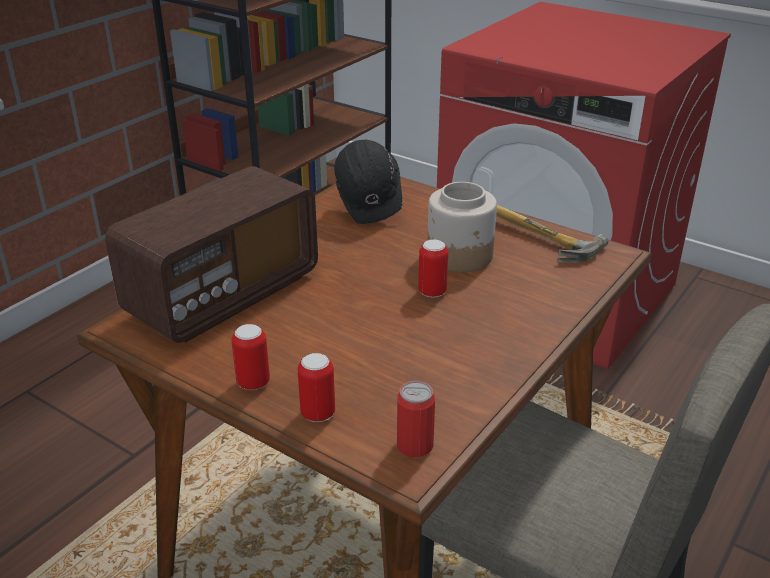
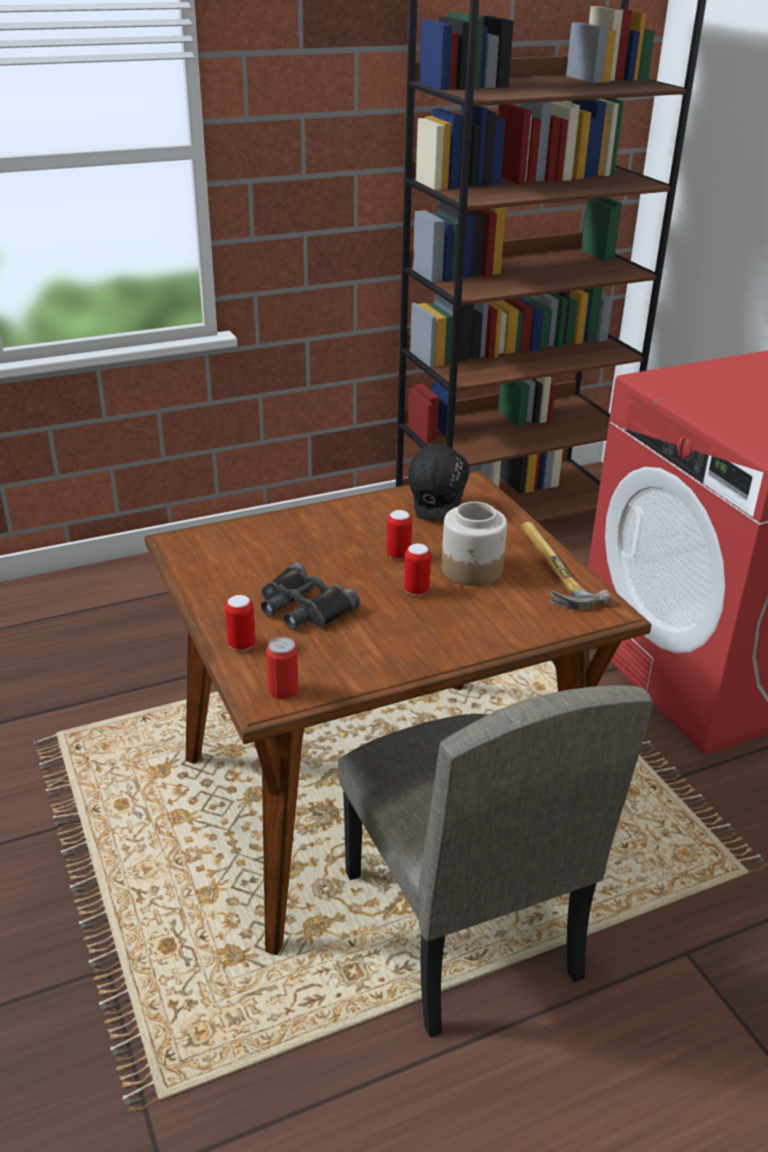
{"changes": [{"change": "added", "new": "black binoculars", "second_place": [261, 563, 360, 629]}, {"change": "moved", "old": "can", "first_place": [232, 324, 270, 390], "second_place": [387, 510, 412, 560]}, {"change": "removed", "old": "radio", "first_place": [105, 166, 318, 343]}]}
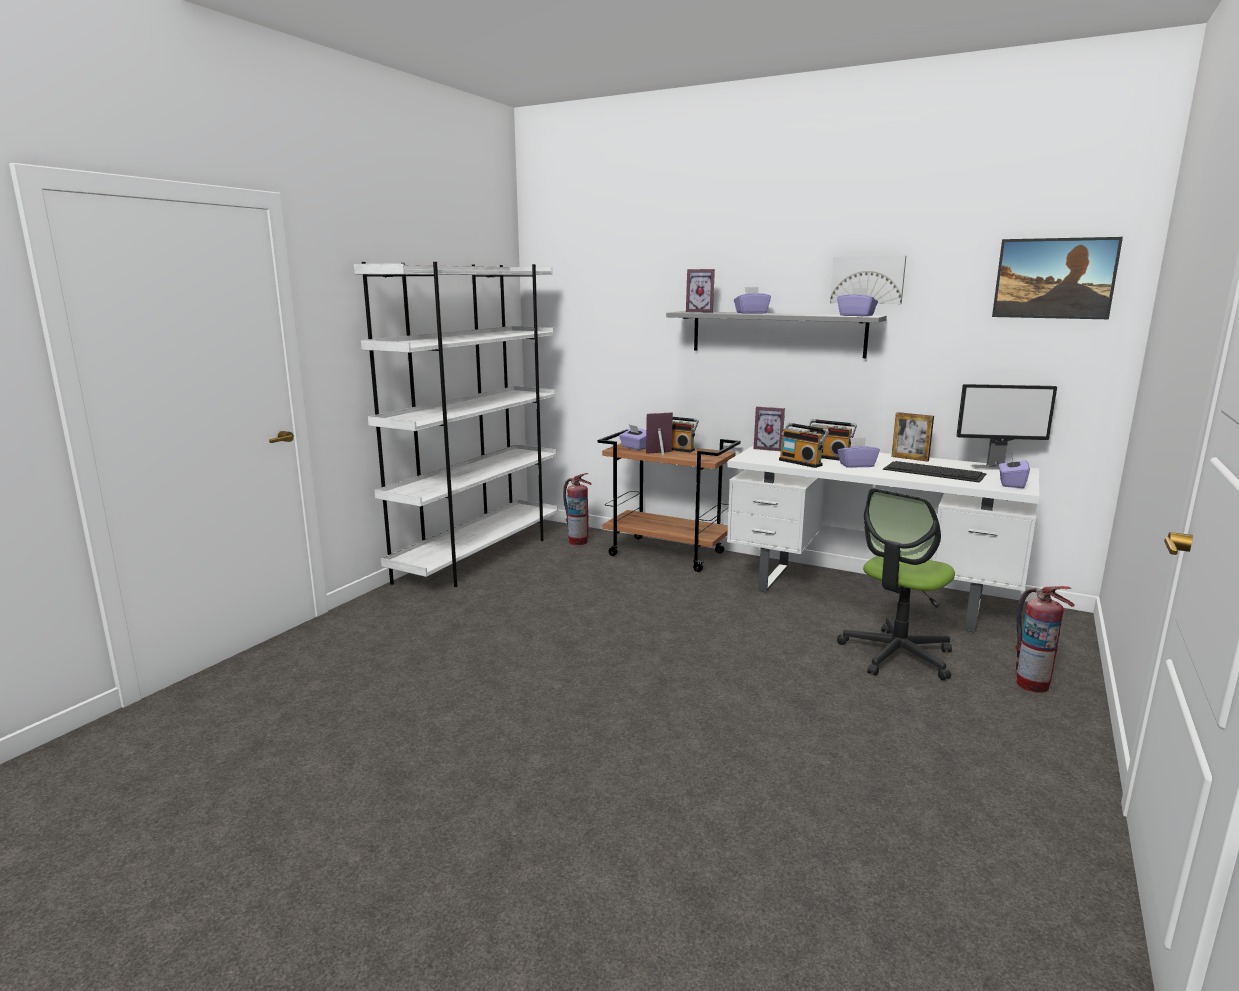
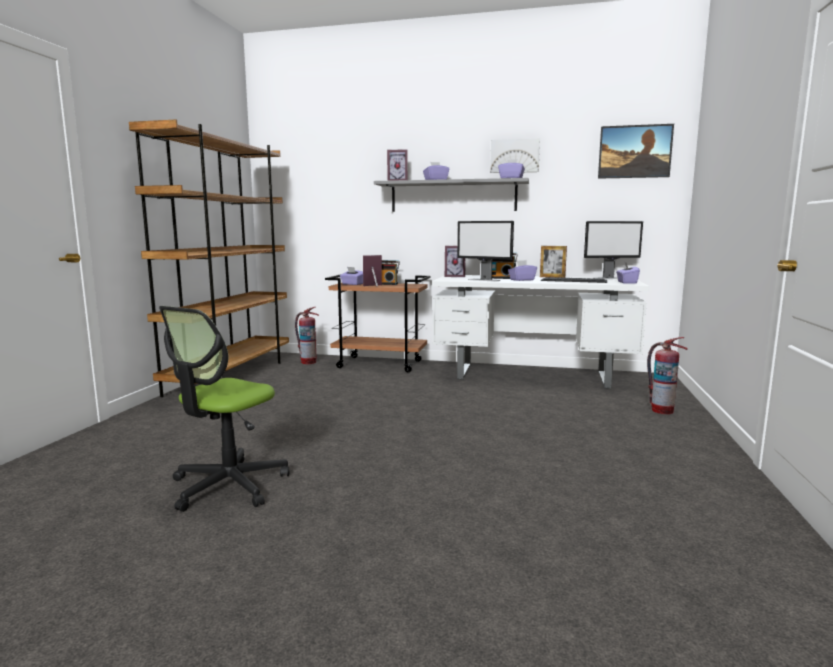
{"changes": [{"change": "recoloured", "old": "white bookcase", "new": "brown bookcase", "first_place": [354, 262, 558, 587], "second_place": [129, 119, 289, 397]}, {"change": "moved", "old": "office chair", "first_place": [837, 488, 955, 680], "second_place": [159, 306, 290, 512]}, {"change": "replaced", "old": "radio", "new": "monitor", "first_place": [779, 423, 829, 468], "second_place": [457, 221, 514, 282]}]}
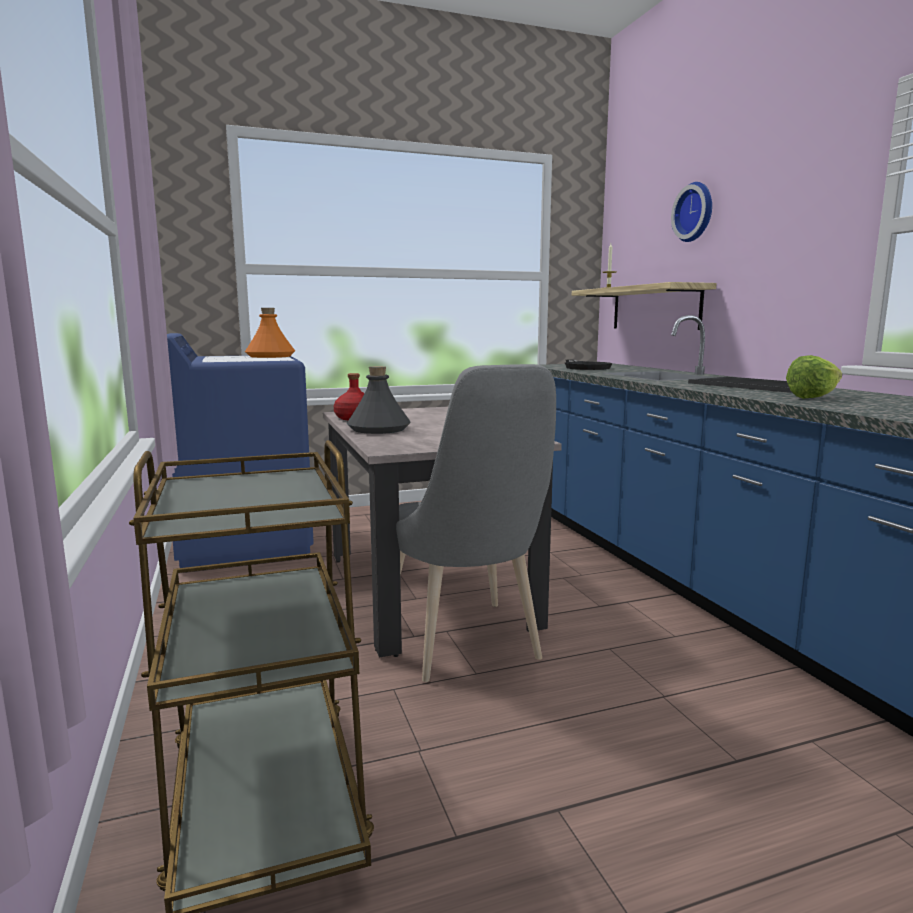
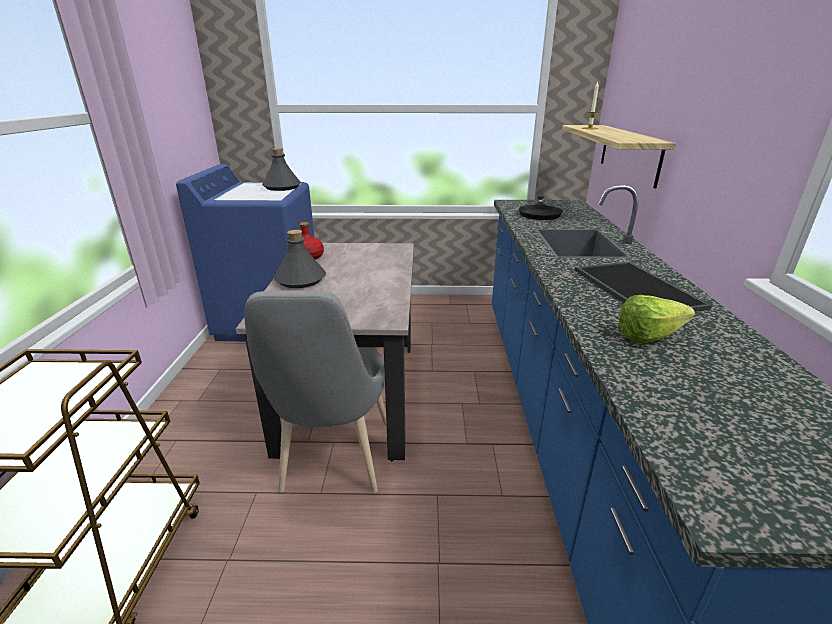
{"changes": [{"change": "recoloured", "old": "orange bottle", "new": "grey bottle", "first_place": [245, 308, 295, 358], "second_place": [262, 148, 301, 191]}, {"change": "removed", "old": "wall clock", "first_place": [671, 182, 712, 242]}]}
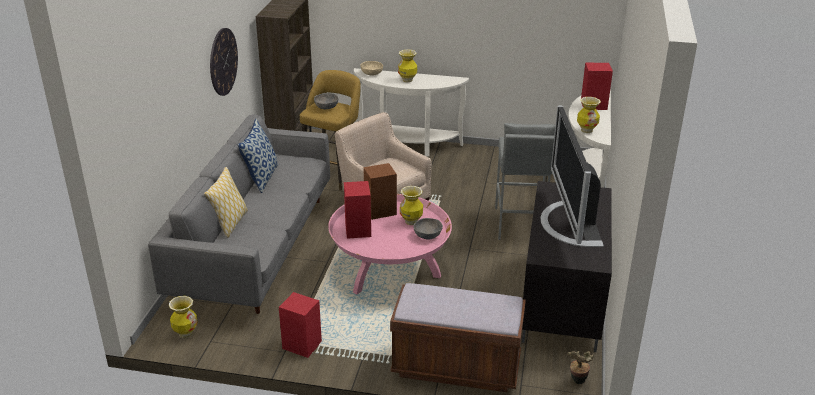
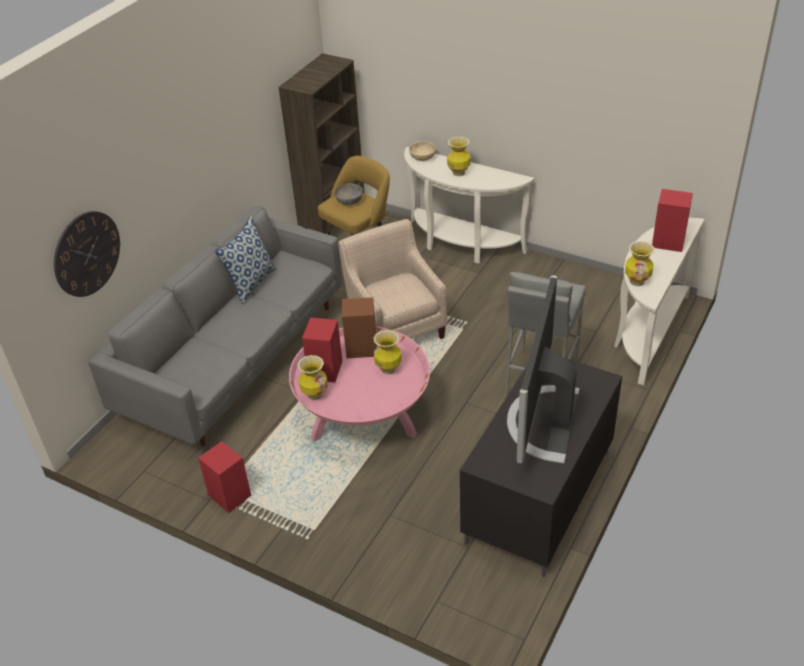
{"changes": [{"change": "moved", "old": "wall clock", "first_place": [210, 28, 238, 96], "second_place": [54, 211, 120, 297]}, {"change": "moved", "old": "vase", "first_place": [168, 296, 197, 338], "second_place": [297, 355, 328, 400]}, {"change": "removed", "old": "pillow", "first_place": [204, 167, 248, 238]}, {"change": "removed", "old": "brown bench", "first_place": [390, 283, 526, 392]}, {"change": "removed", "old": "grey bowl", "first_place": [413, 218, 443, 240]}, {"change": "removed", "old": "potted plant", "first_place": [567, 351, 594, 384]}]}
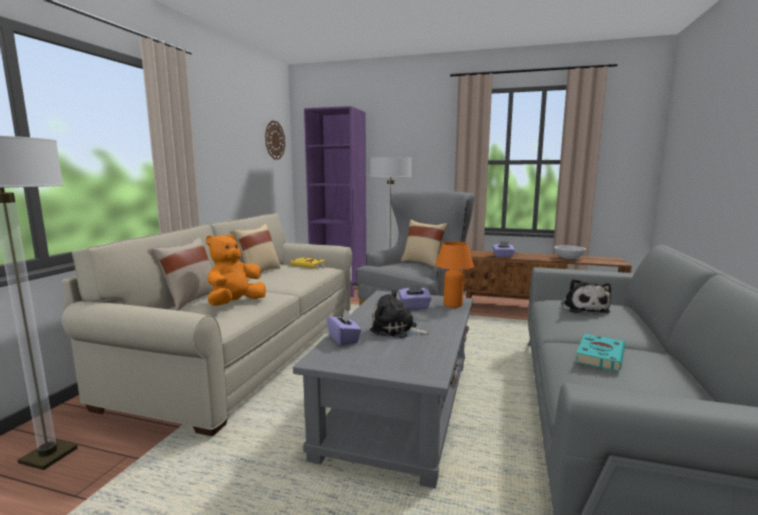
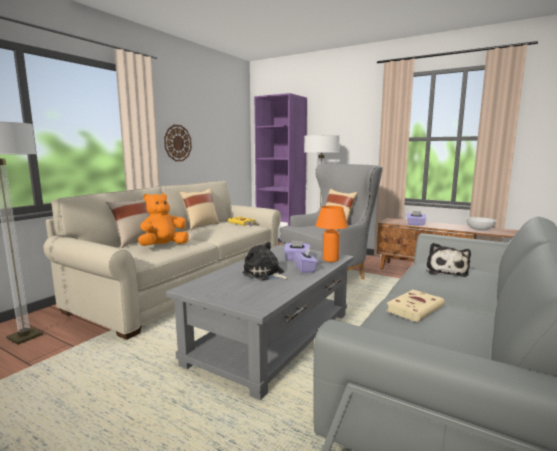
{"changes": [{"change": "moved", "old": "wall clock", "first_place": [265, 120, 285, 160], "second_place": [164, 125, 192, 161]}, {"change": "moved", "old": "purple tissue box", "first_place": [327, 310, 362, 346], "second_place": [294, 247, 318, 273]}, {"change": "recoloured", "old": "turquoise book", "new": "beige book", "first_place": [575, 334, 625, 371], "second_place": [386, 290, 445, 322]}]}
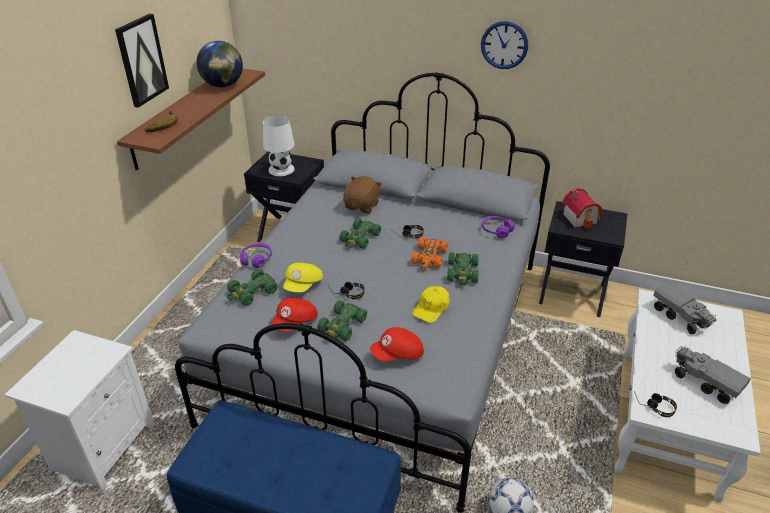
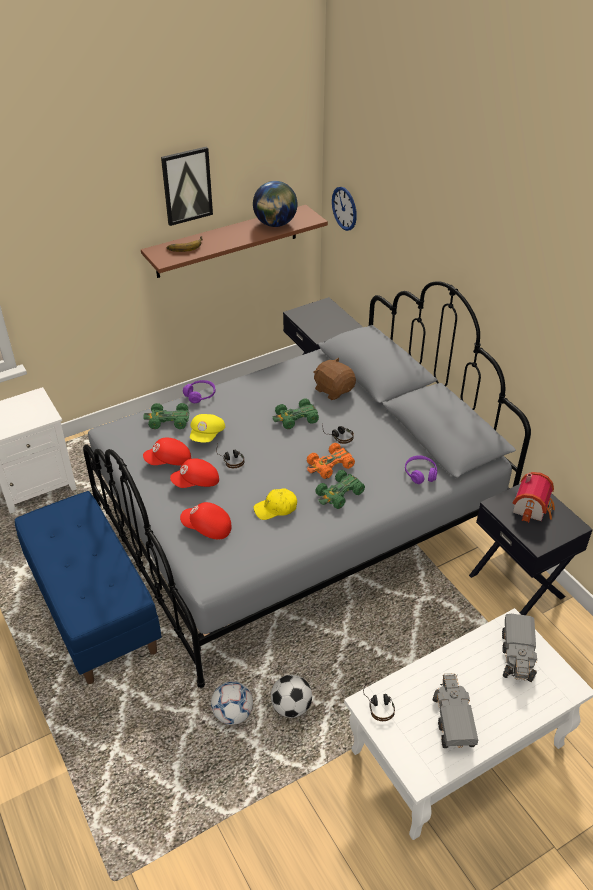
{"changes": [{"change": "replaced", "old": "green toy car", "new": "red cap", "first_place": [317, 300, 367, 341], "second_place": [170, 458, 219, 488]}, {"change": "turned", "old": "yellow cap", "first_place": [283, 263, 323, 292], "second_place": [190, 414, 225, 442], "degrees": -45}, {"change": "added", "new": "football", "second_place": [271, 675, 312, 718]}, {"change": "turned", "old": "brown plush toy", "first_place": [343, 176, 382, 214], "second_place": [313, 357, 356, 400], "degrees": -105}, {"change": "moved", "old": "wall clock", "first_place": [481, 21, 528, 69], "second_place": [332, 187, 357, 231]}, {"change": "removed", "old": "white table lamp", "first_place": [263, 116, 295, 176]}]}
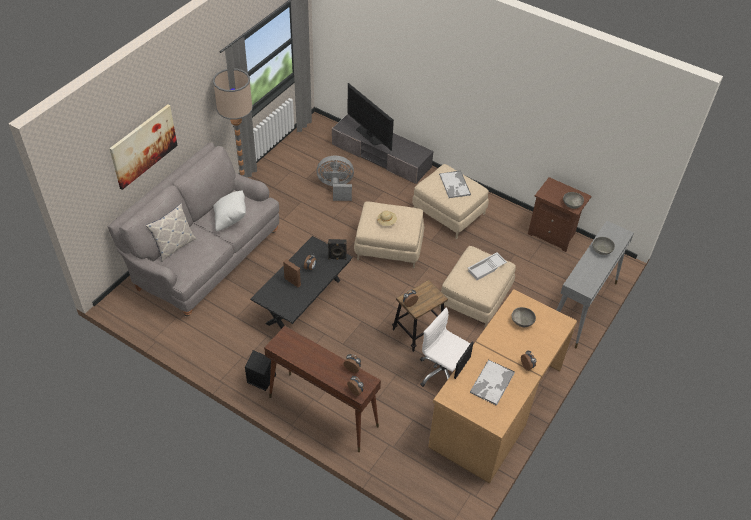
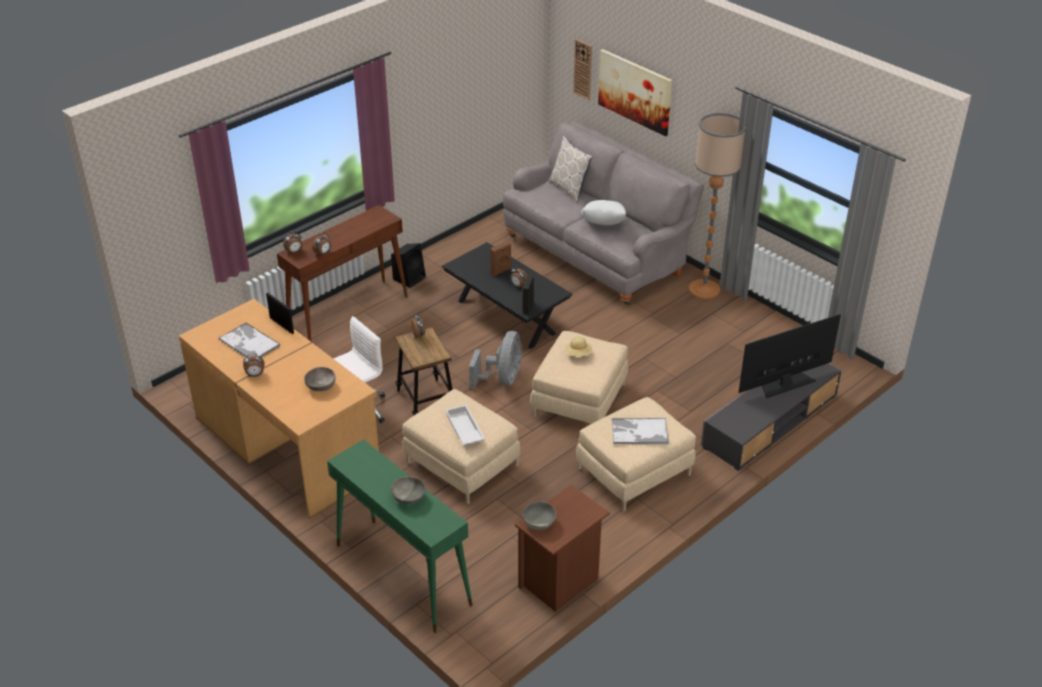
{"changes": [{"change": "recoloured", "old": "grey console table", "new": "green console table", "first_place": [557, 221, 634, 348], "second_place": [327, 439, 473, 633]}, {"change": "moved", "old": "grey fan", "first_place": [317, 156, 354, 201], "second_place": [469, 331, 522, 389]}, {"change": "added", "new": "wall clock", "second_place": [574, 39, 592, 100]}]}
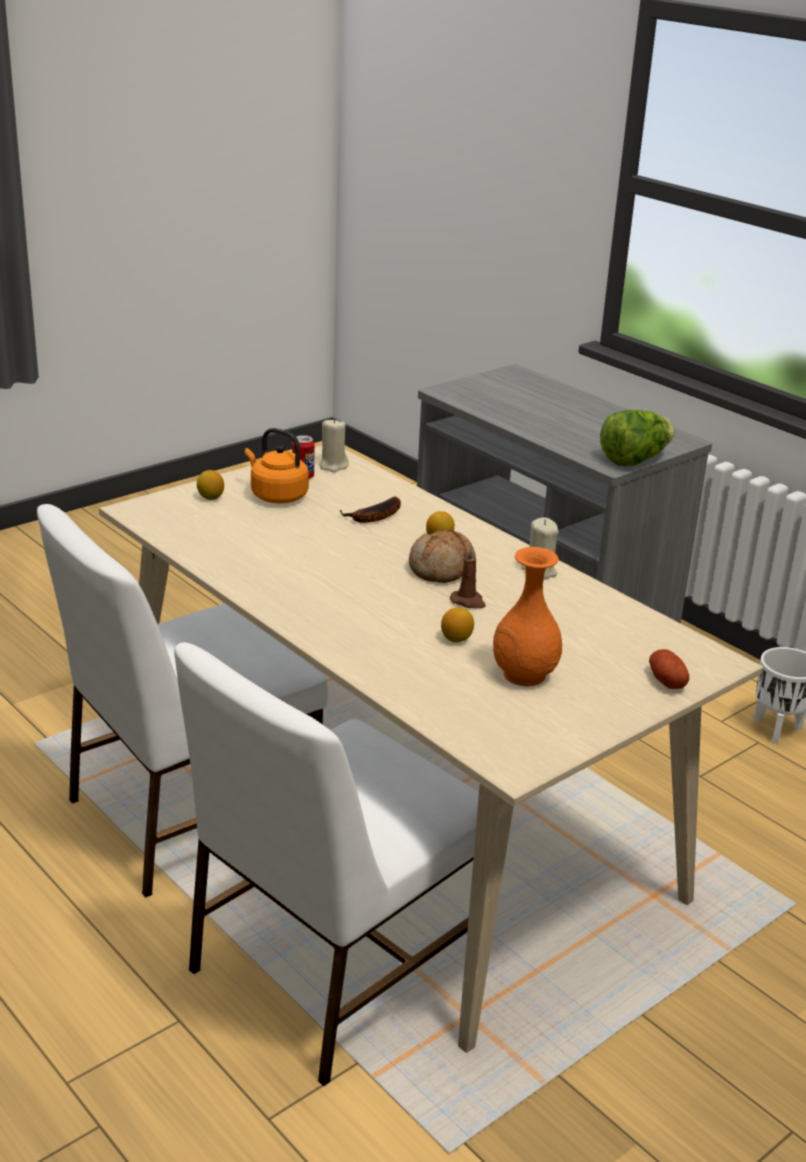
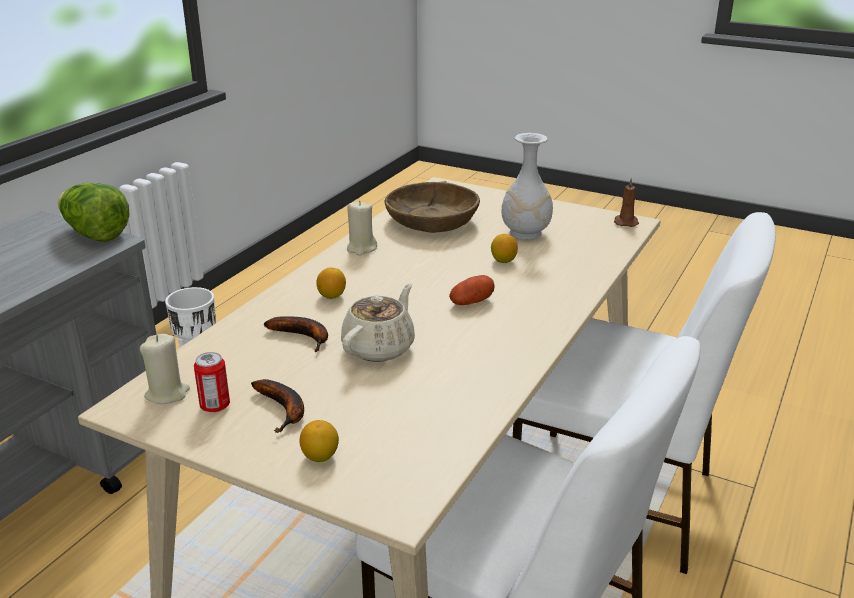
{"changes": [{"change": "replaced", "old": "orange kettle", "new": "banana", "first_place": [245, 428, 309, 504], "second_place": [251, 379, 304, 433]}, {"change": "added", "new": "beige teapot", "second_place": [341, 283, 415, 362]}, {"change": "added", "new": "brown bowl", "second_place": [385, 181, 480, 233]}, {"change": "moved", "old": "potato", "first_place": [649, 649, 689, 689], "second_place": [449, 275, 494, 305]}, {"change": "recoloured", "old": "orange vase", "new": "white vase", "first_place": [493, 547, 562, 686], "second_place": [501, 133, 553, 240]}, {"change": "moved", "old": "brown candle", "first_place": [450, 547, 486, 608], "second_place": [614, 177, 639, 227]}, {"change": "removed", "old": "bread", "first_place": [409, 530, 476, 583]}]}
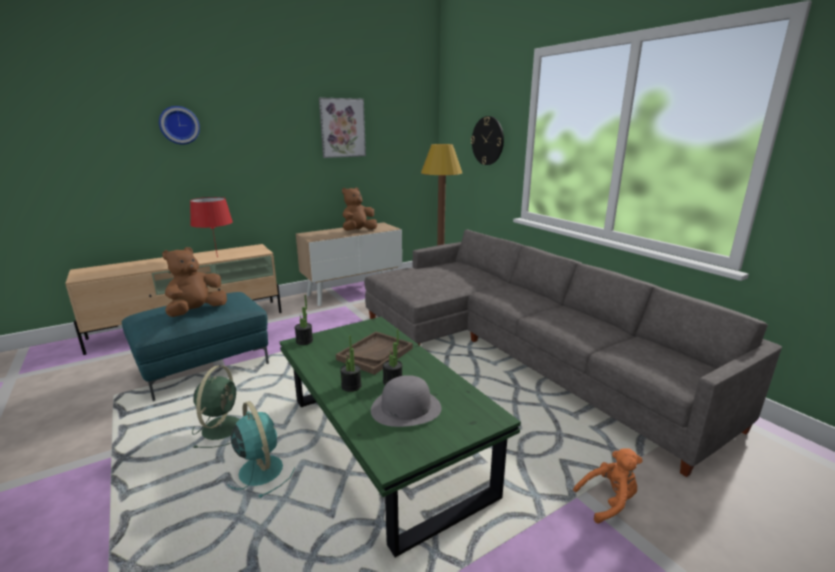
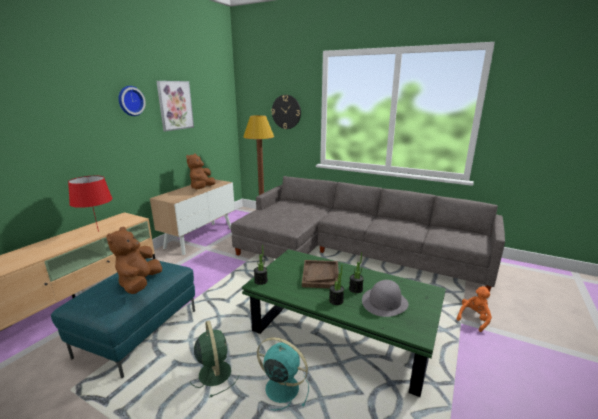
{"changes": [{"change": "moved", "old": "wall clock", "first_place": [159, 106, 200, 145], "second_place": [119, 86, 146, 116]}]}
